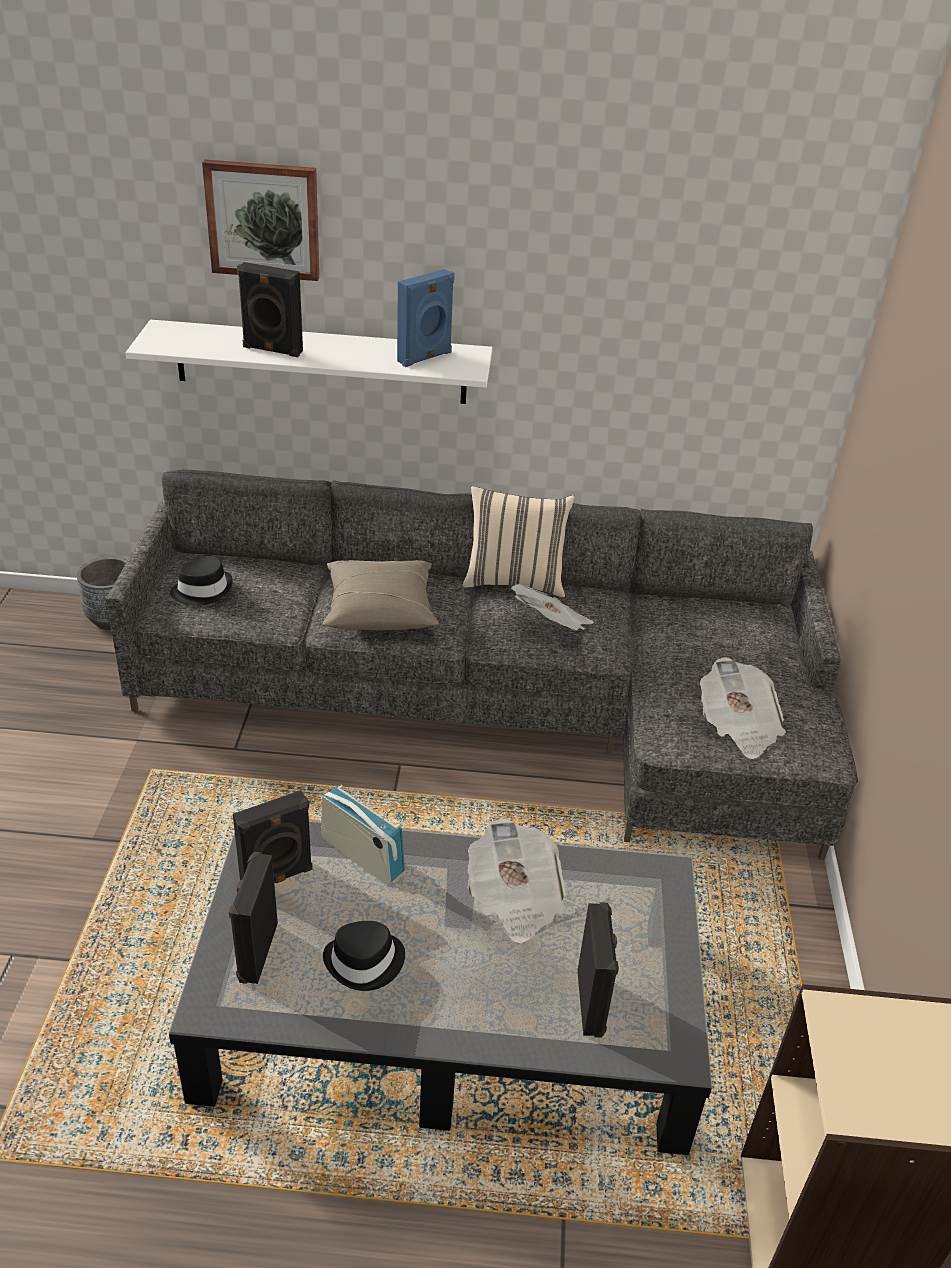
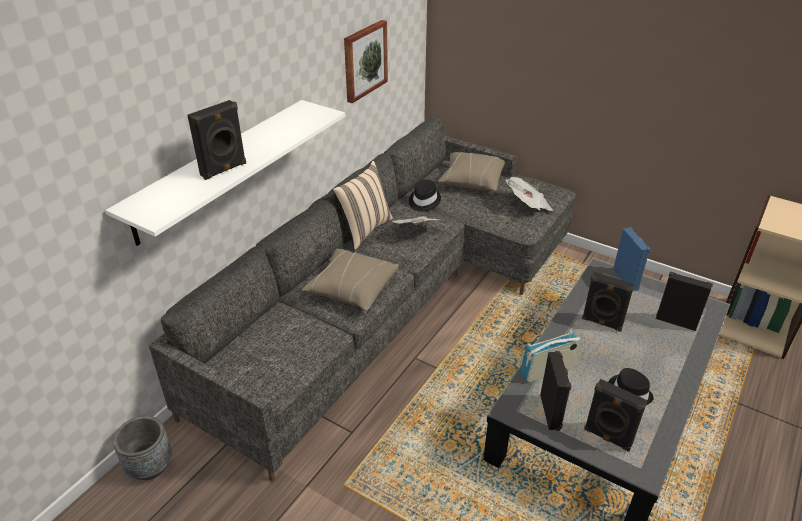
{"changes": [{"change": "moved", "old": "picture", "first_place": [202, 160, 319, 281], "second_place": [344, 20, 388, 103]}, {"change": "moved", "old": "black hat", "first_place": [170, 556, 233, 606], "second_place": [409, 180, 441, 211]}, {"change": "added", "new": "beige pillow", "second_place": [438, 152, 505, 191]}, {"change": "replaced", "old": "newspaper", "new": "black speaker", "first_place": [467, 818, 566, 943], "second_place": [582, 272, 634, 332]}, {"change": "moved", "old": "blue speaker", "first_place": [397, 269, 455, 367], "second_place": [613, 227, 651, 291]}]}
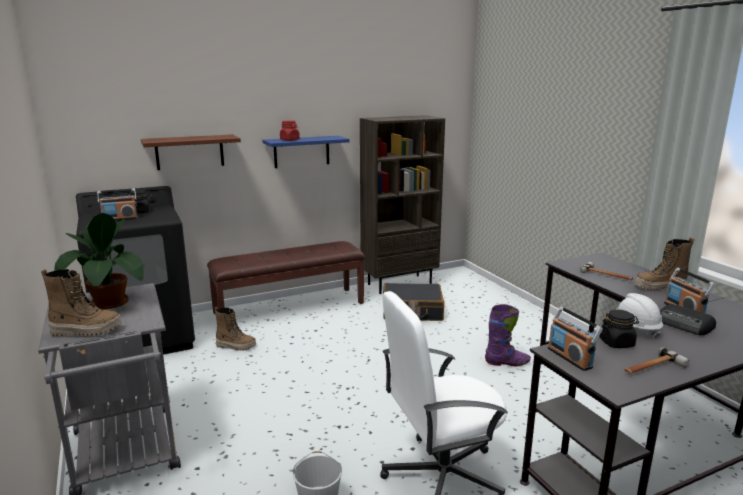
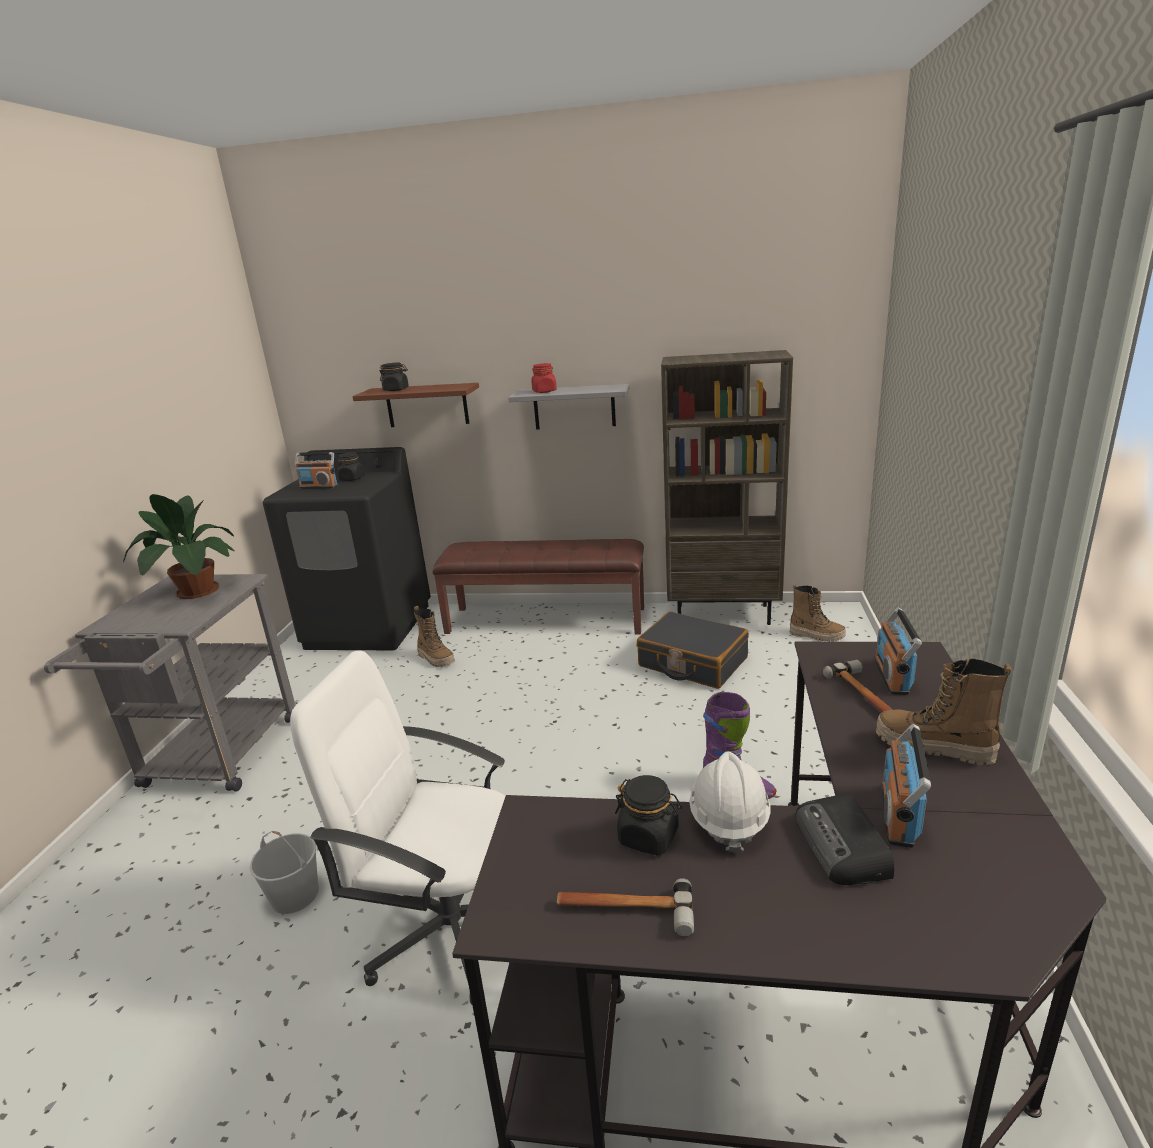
{"changes": [{"change": "added", "new": "black jar", "second_place": [380, 363, 409, 391]}, {"change": "recoloured", "old": "blue shelf", "new": "grey shelf", "first_place": [262, 136, 350, 168], "second_place": [508, 384, 629, 430]}, {"change": "moved", "old": "boot", "first_place": [41, 269, 122, 336], "second_place": [789, 584, 846, 642]}, {"change": "moved", "old": "radio", "first_place": [548, 306, 603, 371], "second_place": [875, 607, 922, 695]}]}
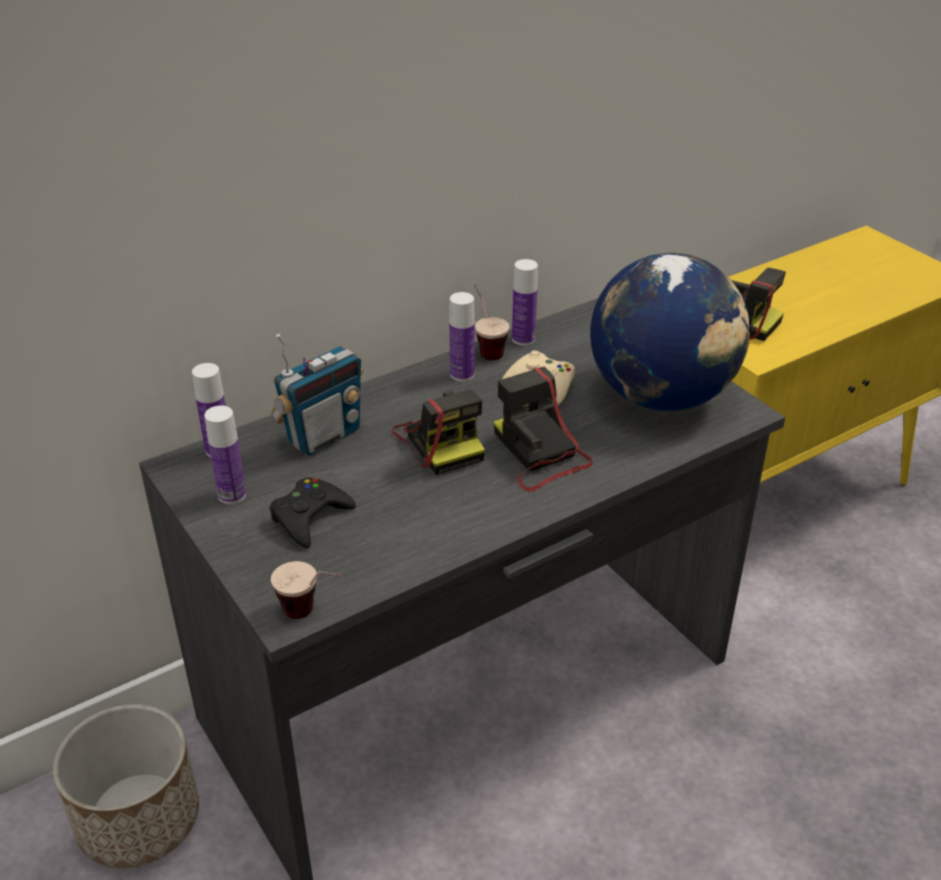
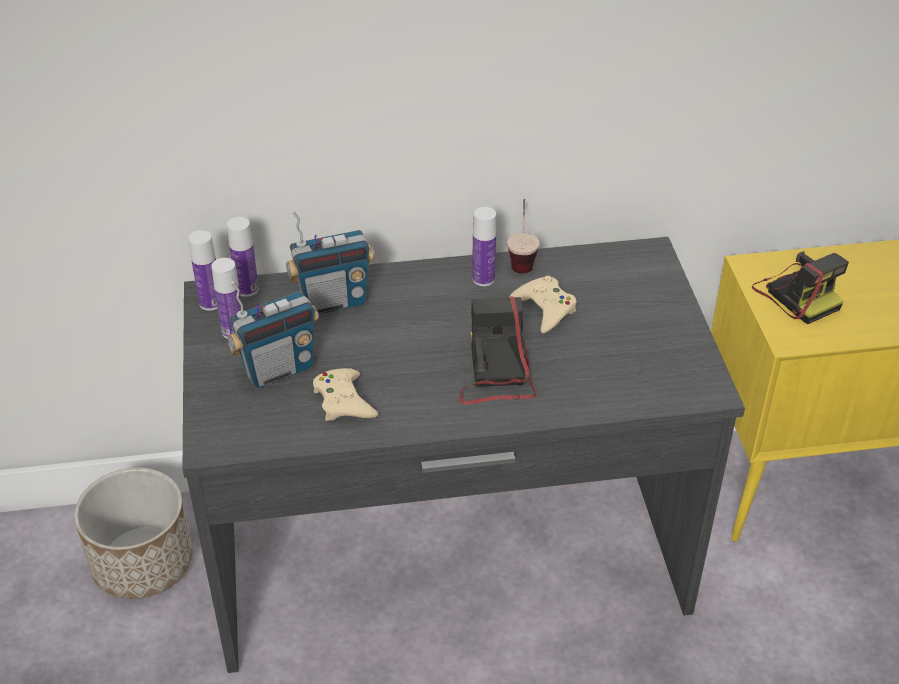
{"changes": [{"change": "moved", "old": "bottle", "first_place": [512, 259, 538, 346], "second_place": [188, 230, 218, 311]}, {"change": "replaced", "old": "black game controller", "new": "radio", "first_place": [269, 477, 356, 548], "second_place": [228, 281, 319, 388]}, {"change": "added", "new": "beige game controller", "second_place": [313, 368, 378, 421]}, {"change": "removed", "old": "cup", "first_place": [271, 561, 343, 619]}, {"change": "removed", "old": "photo camera", "first_place": [392, 390, 485, 475]}, {"change": "removed", "old": "globe", "first_place": [590, 253, 750, 411]}]}
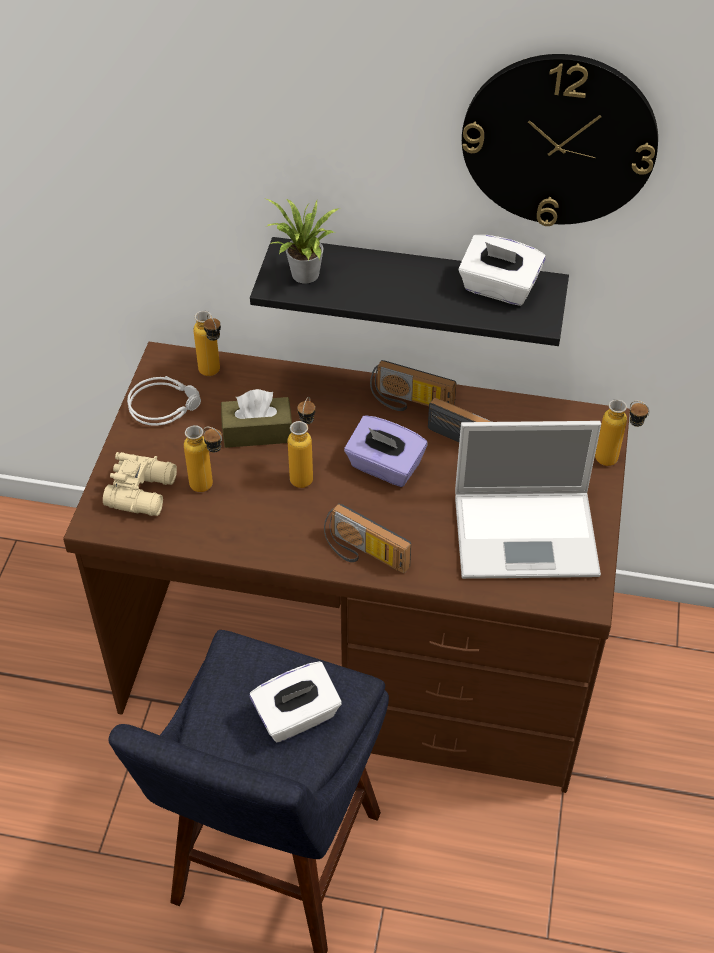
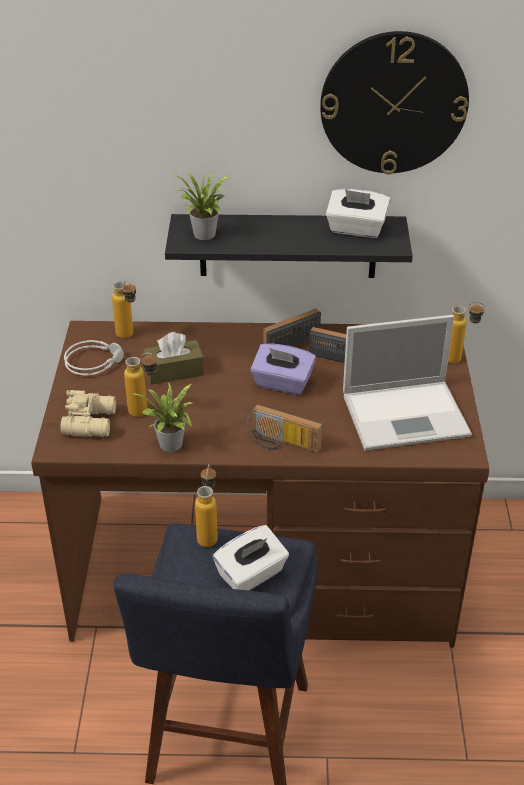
{"changes": [{"change": "added", "new": "potted plant", "second_place": [134, 383, 192, 452]}, {"change": "moved", "old": "bottle", "first_place": [288, 397, 315, 488], "second_place": [195, 464, 218, 547]}, {"change": "turned", "old": "radio", "first_place": [370, 360, 456, 411], "second_place": [263, 309, 321, 346], "degrees": 135}]}
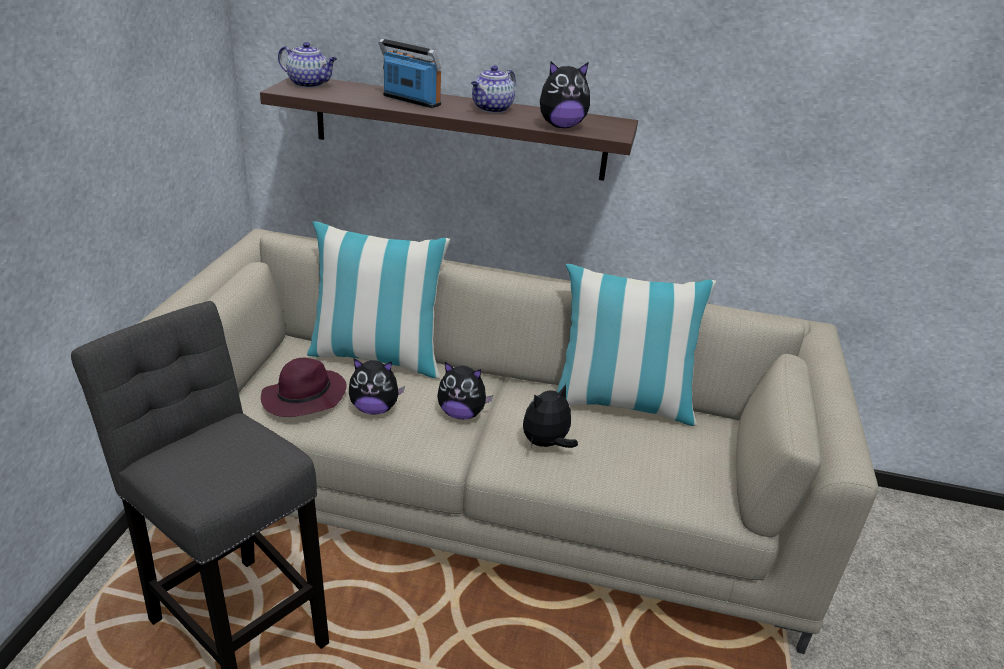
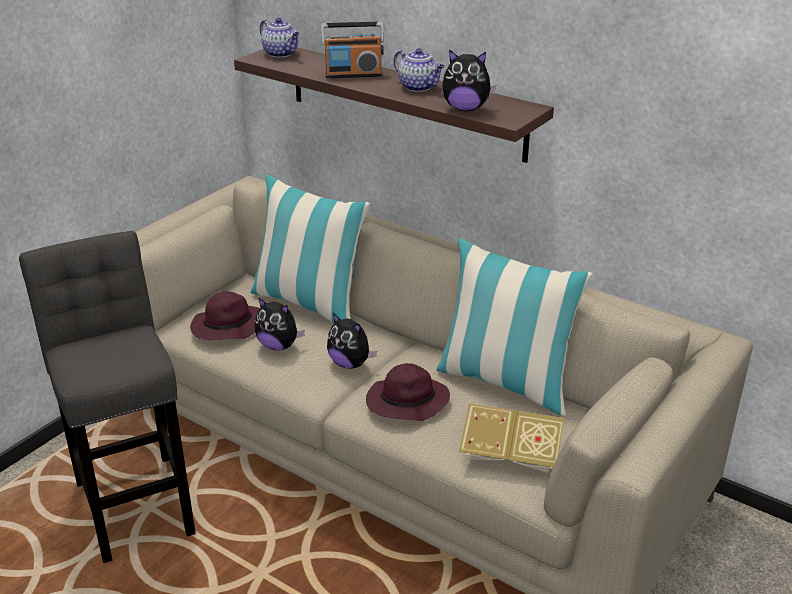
{"changes": [{"change": "turned", "old": "radio", "first_place": [378, 38, 441, 108], "second_place": [321, 22, 384, 78], "degrees": 120}, {"change": "replaced", "old": "plush toy", "new": "purple hat", "first_place": [523, 384, 578, 448], "second_place": [366, 363, 450, 421]}, {"change": "turned", "old": "teapot", "first_place": [471, 66, 516, 113], "second_place": [394, 48, 445, 92], "degrees": -105}, {"change": "added", "new": "book", "second_place": [459, 403, 564, 473]}]}
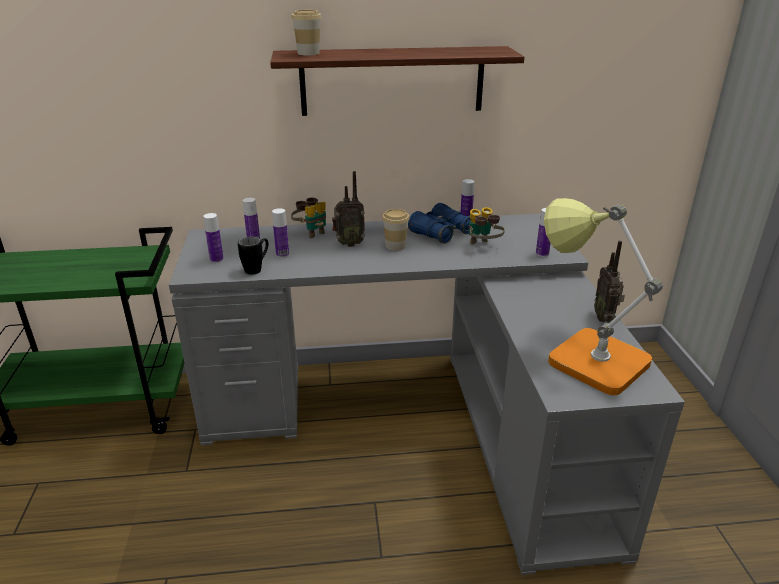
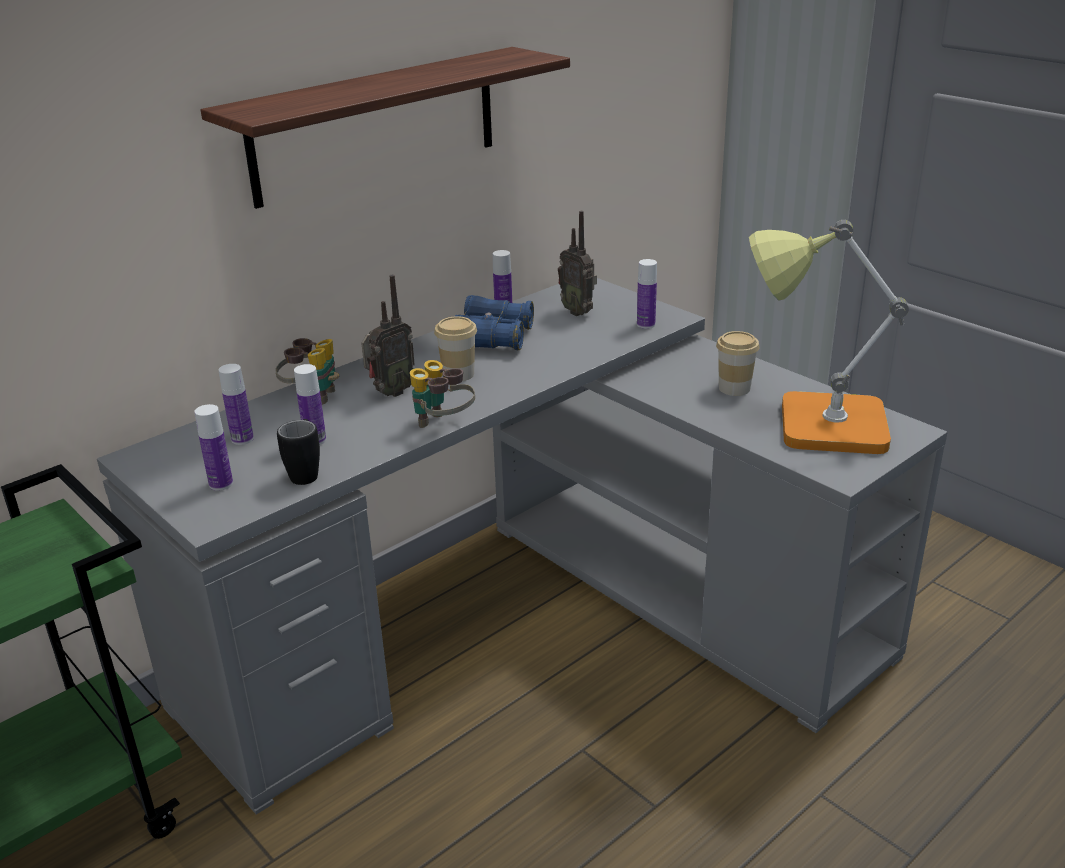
{"changes": [{"change": "moved", "old": "binoculars", "first_place": [469, 207, 505, 245], "second_place": [410, 360, 475, 428]}, {"change": "moved", "old": "radio", "first_place": [594, 240, 625, 322], "second_place": [558, 211, 597, 316]}, {"change": "moved", "old": "cup", "first_place": [291, 10, 321, 55], "second_place": [716, 331, 759, 396]}]}
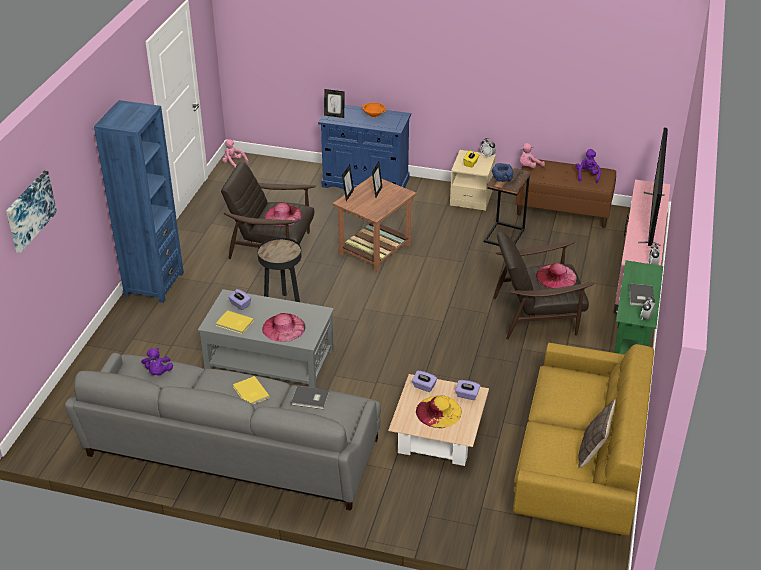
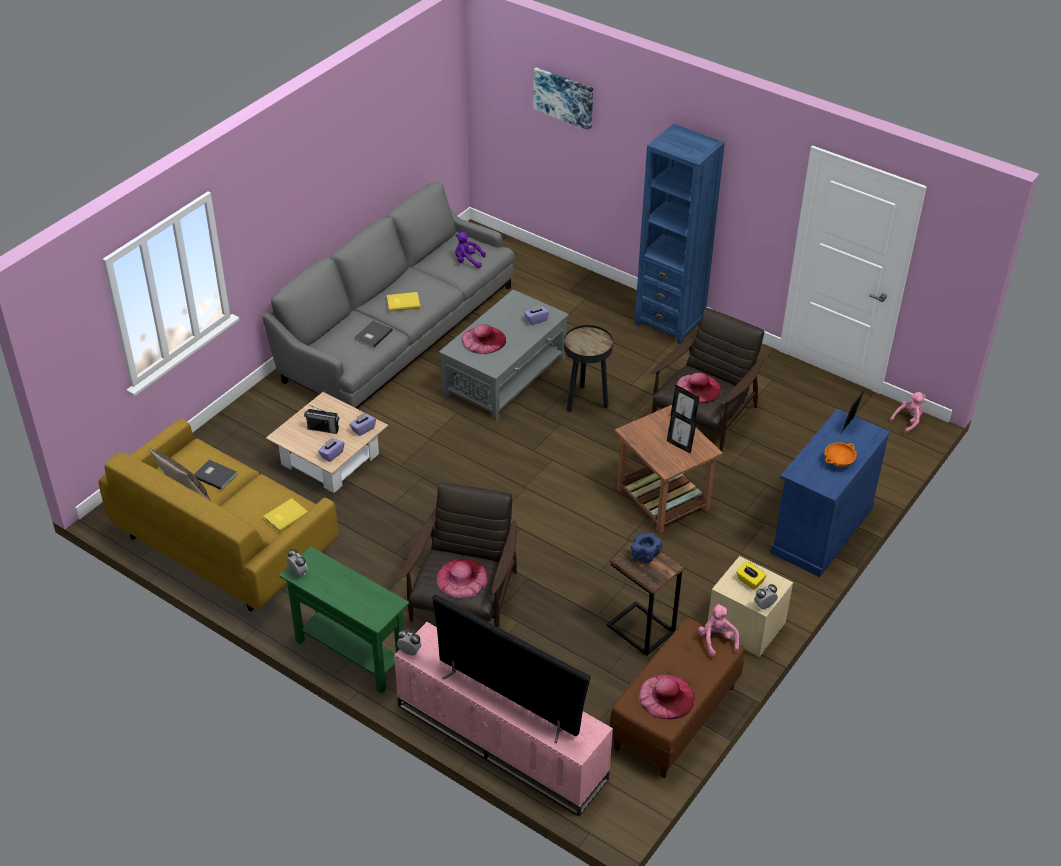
{"changes": [{"change": "moved", "old": "grey book", "first_place": [629, 284, 654, 306], "second_place": [194, 460, 237, 490]}, {"change": "moved", "old": "yellow book", "first_place": [216, 310, 254, 334], "second_place": [263, 498, 308, 532]}, {"change": "replaced", "old": "yellow hat", "new": "radio", "first_place": [416, 395, 462, 428], "second_place": [304, 406, 339, 434]}, {"change": "replaced", "old": "purple plush toy", "new": "pink hat", "first_place": [575, 149, 601, 183], "second_place": [638, 675, 695, 719]}]}
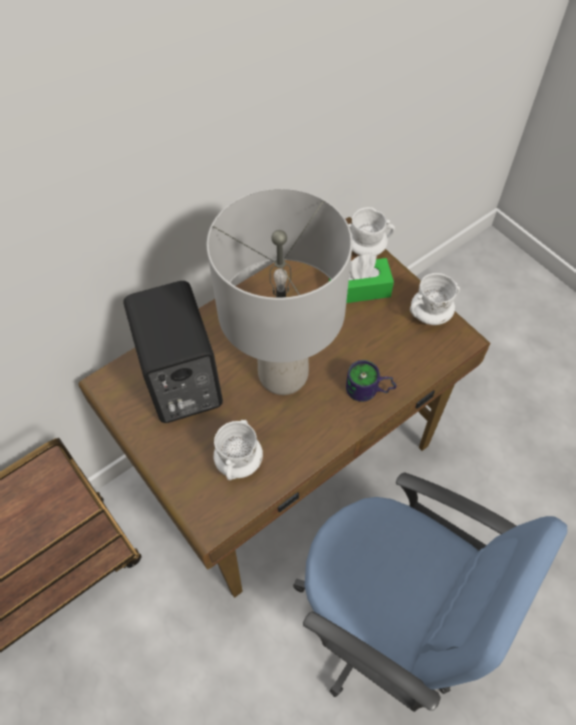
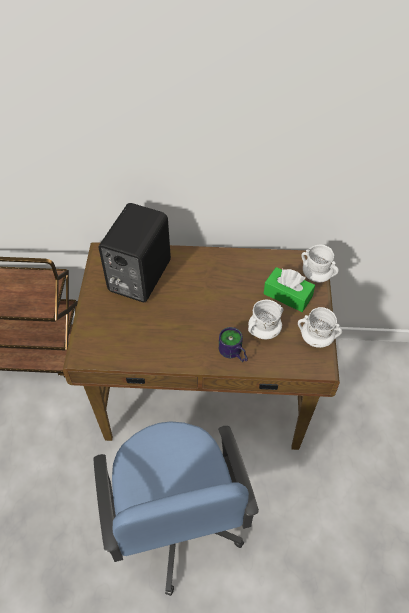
{"changes": [{"change": "moved", "old": "white mug", "first_place": [214, 420, 263, 480], "second_place": [248, 300, 283, 339]}, {"change": "removed", "old": "grey table lamp", "first_place": [207, 188, 352, 395]}]}
